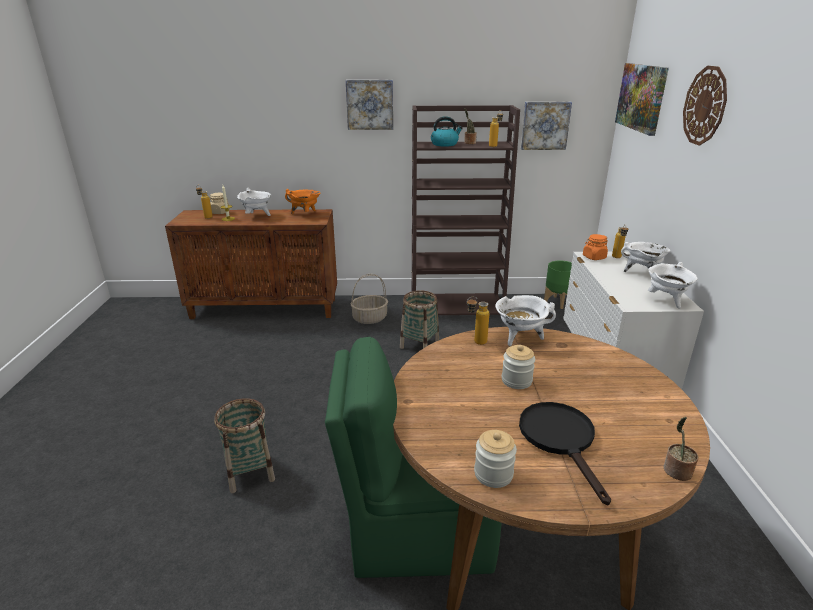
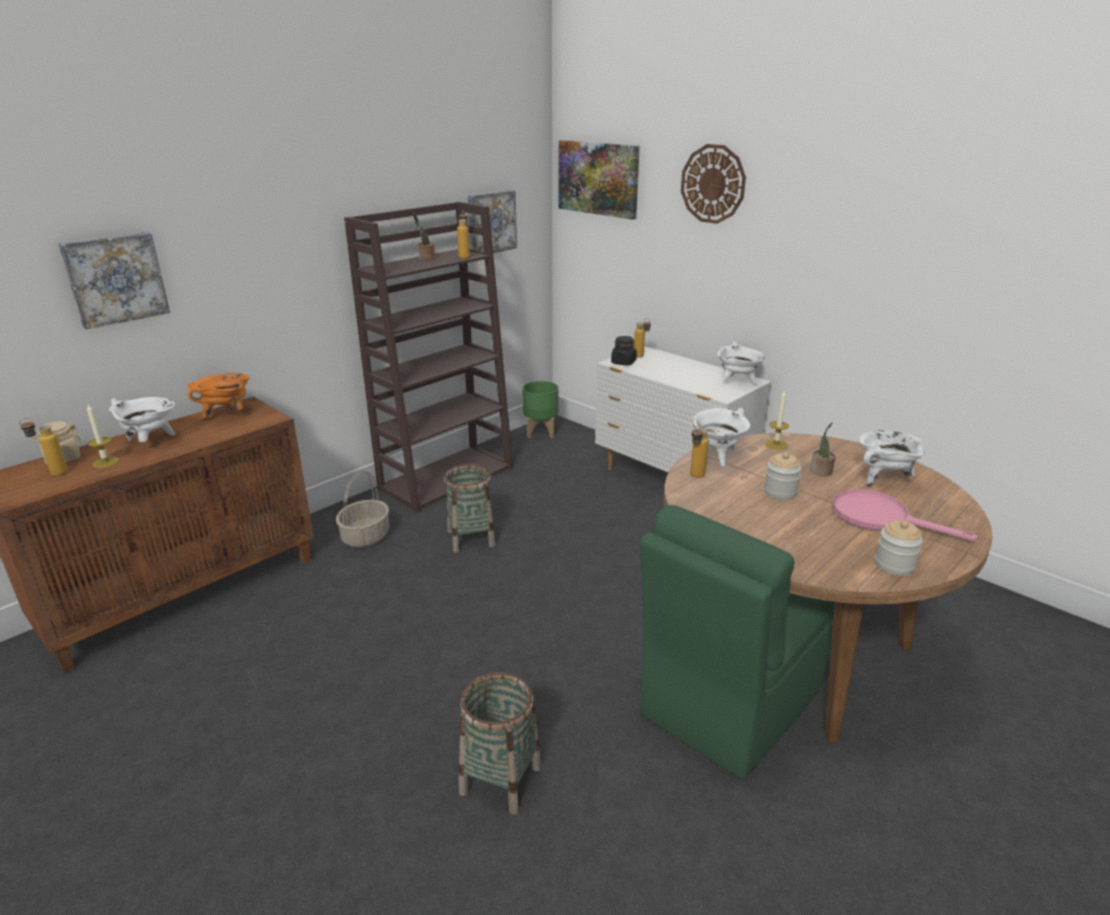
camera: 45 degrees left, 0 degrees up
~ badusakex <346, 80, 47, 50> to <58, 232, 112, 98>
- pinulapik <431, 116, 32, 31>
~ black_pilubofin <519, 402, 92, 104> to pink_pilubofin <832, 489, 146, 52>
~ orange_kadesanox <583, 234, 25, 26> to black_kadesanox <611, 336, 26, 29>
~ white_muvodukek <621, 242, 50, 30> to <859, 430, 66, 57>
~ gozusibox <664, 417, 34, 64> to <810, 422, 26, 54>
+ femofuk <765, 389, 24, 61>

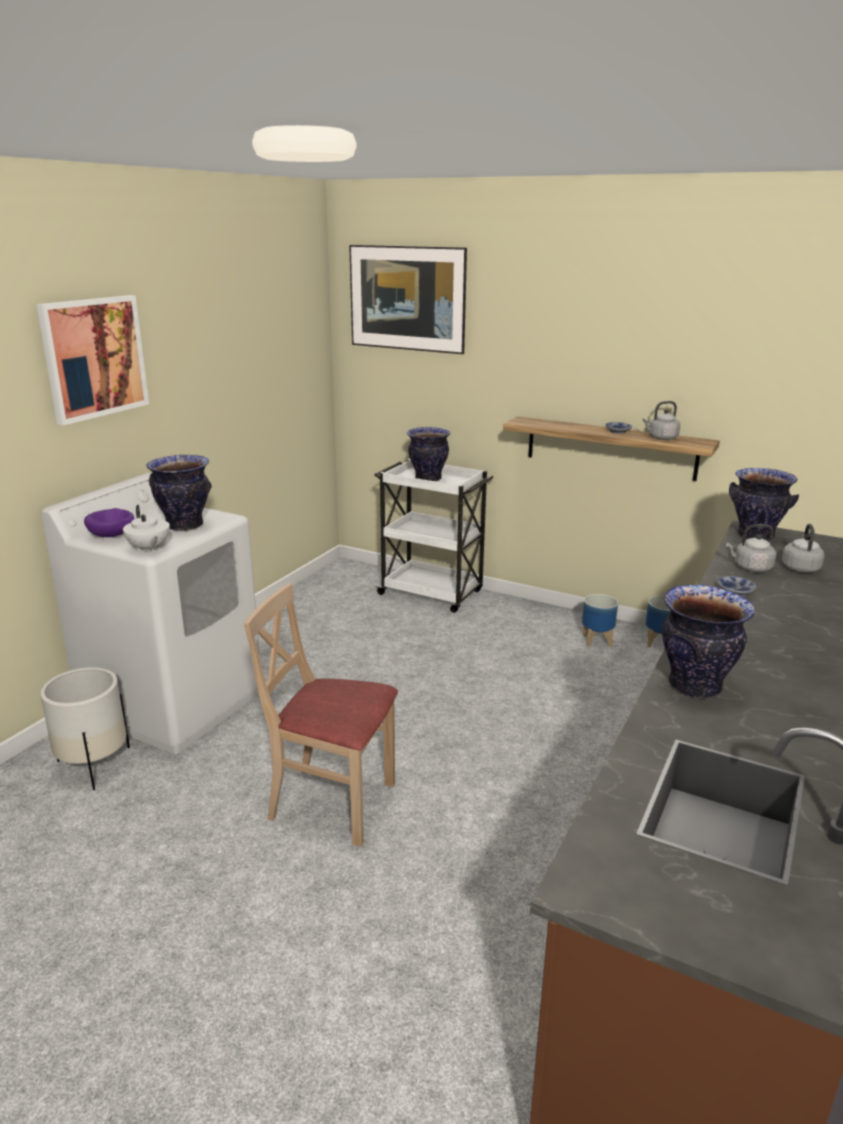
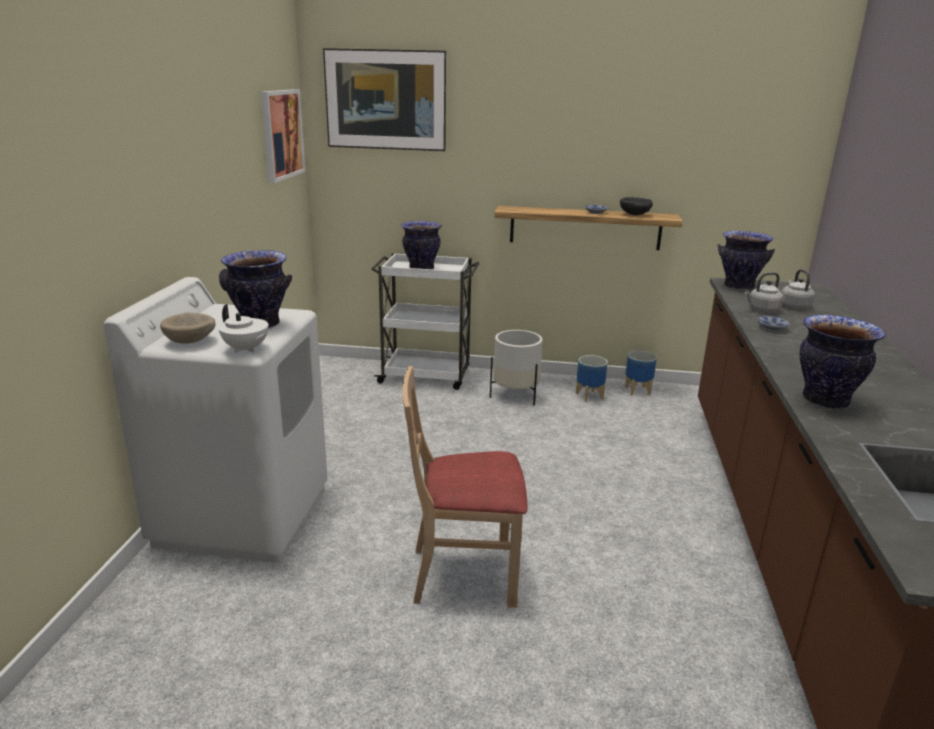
camera: 20 degrees left, 0 degrees up
~ badusakex <36, 295, 113, 130> to <261, 89, 44, 94>
~ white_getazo <40, 667, 90, 123> to <490, 330, 53, 75>
~ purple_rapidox <84, 508, 51, 29> to beige_rapidox <160, 312, 56, 32>
~ grey_pinulapik <642, 401, 38, 39> to black_rapidox <620, 197, 33, 18>

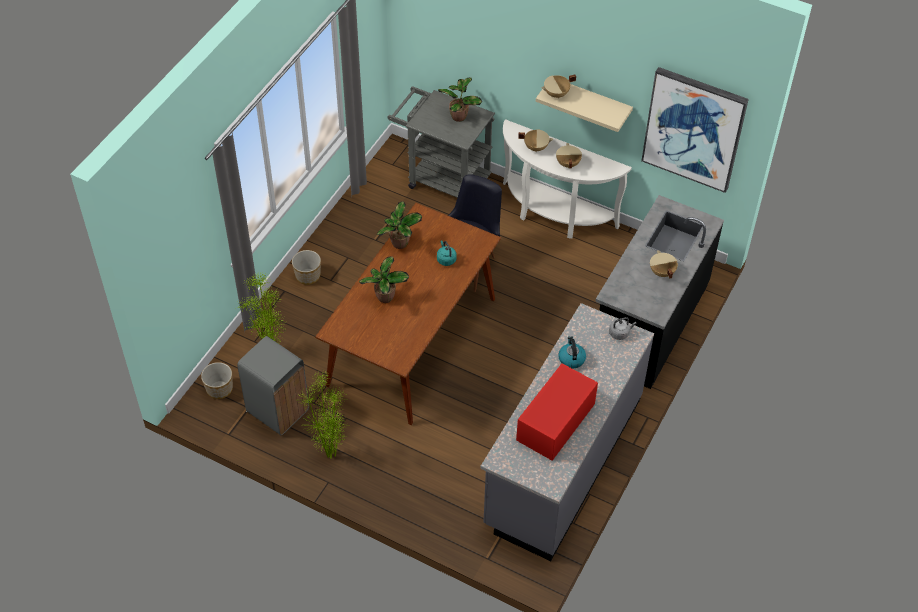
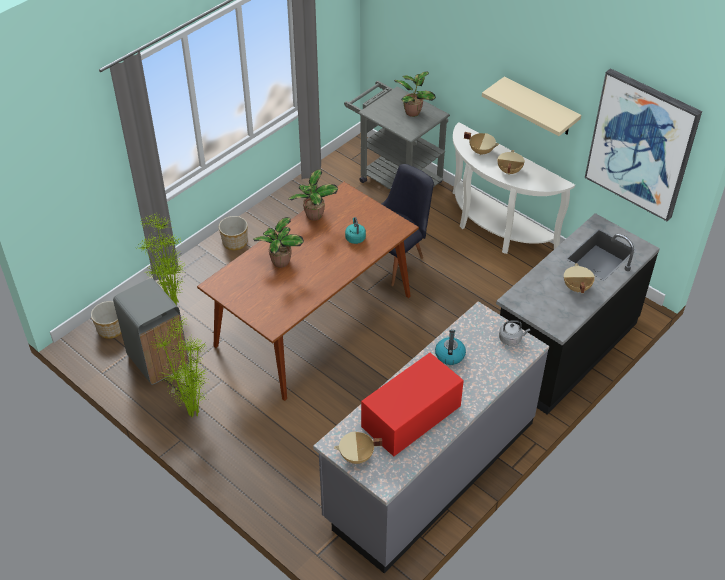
camera: 15 degrees right, 5 degrees down
~ beige_muvodukek <541, 75, 35, 24> to <334, 431, 48, 33>

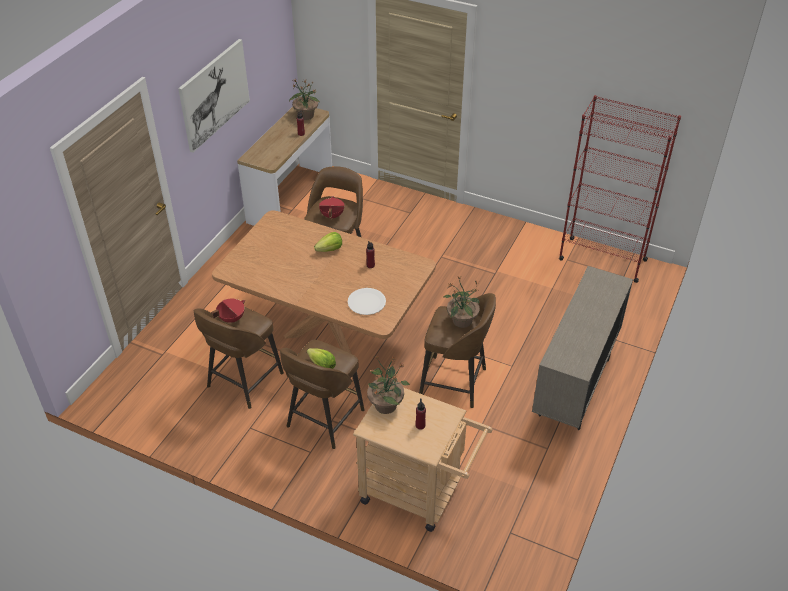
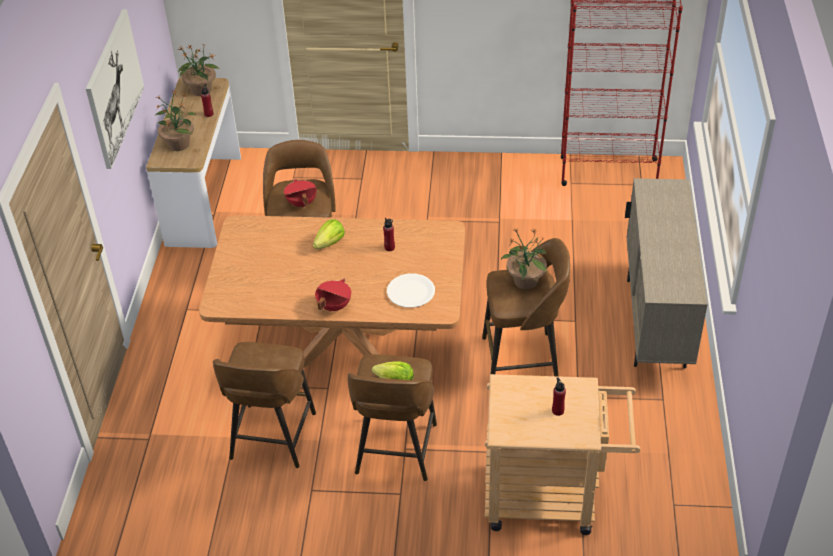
camera: 20 degrees left, 0 degrees up
~ red_muvodukek <211, 299, 34, 24> to <315, 279, 36, 33>
~ gozusibox <367, 356, 43, 58> to <156, 90, 41, 61>

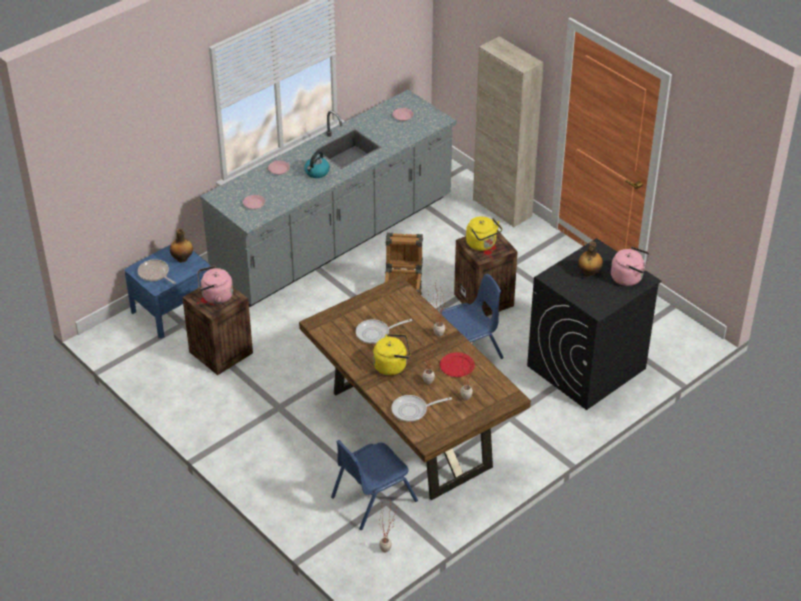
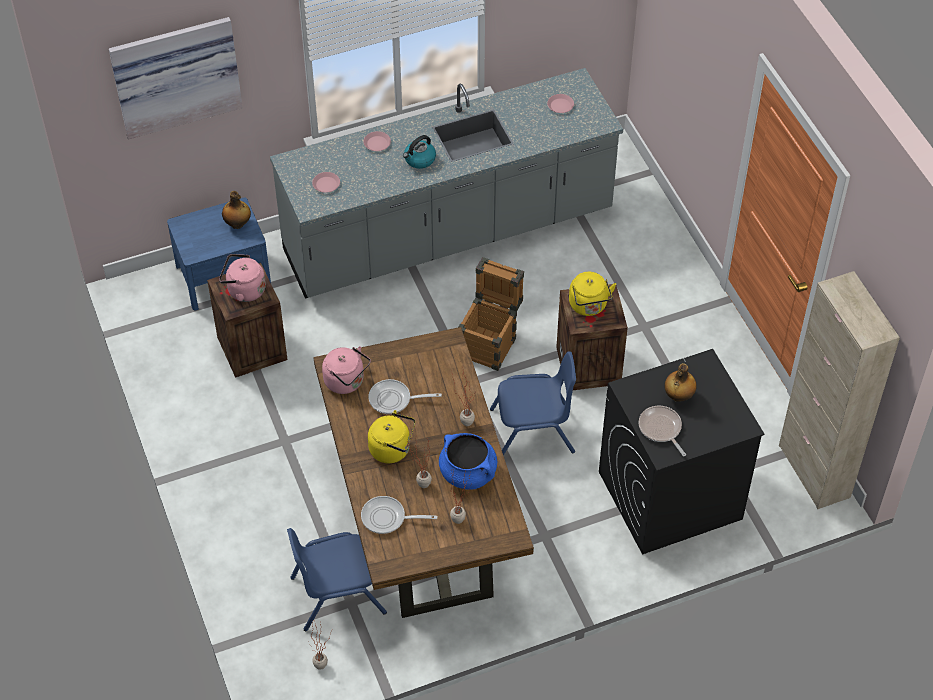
camera: 20 degrees right, 10 degrees up
~ pilubofin <138, 259, 38, 25> to <639, 406, 47, 50>
~ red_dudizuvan <440, 352, 35, 25> to blue_muvodukek <439, 433, 58, 57>
~ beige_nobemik <473, 36, 71, 192> to <779, 271, 121, 238>
~ pink_pinulapik <611, 247, 38, 39> to <322, 346, 49, 48>
+ badusakex <109, 17, 134, 122>

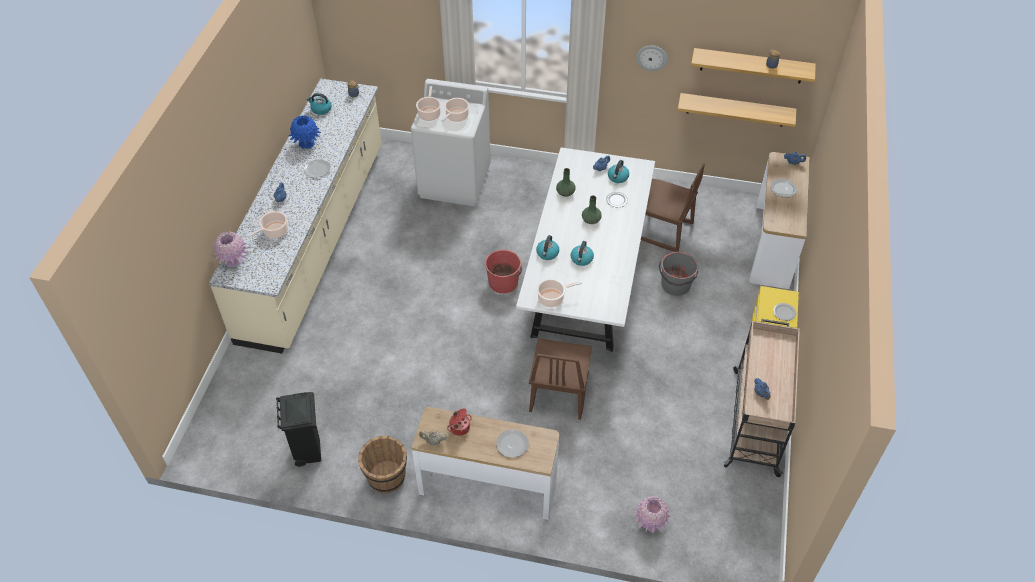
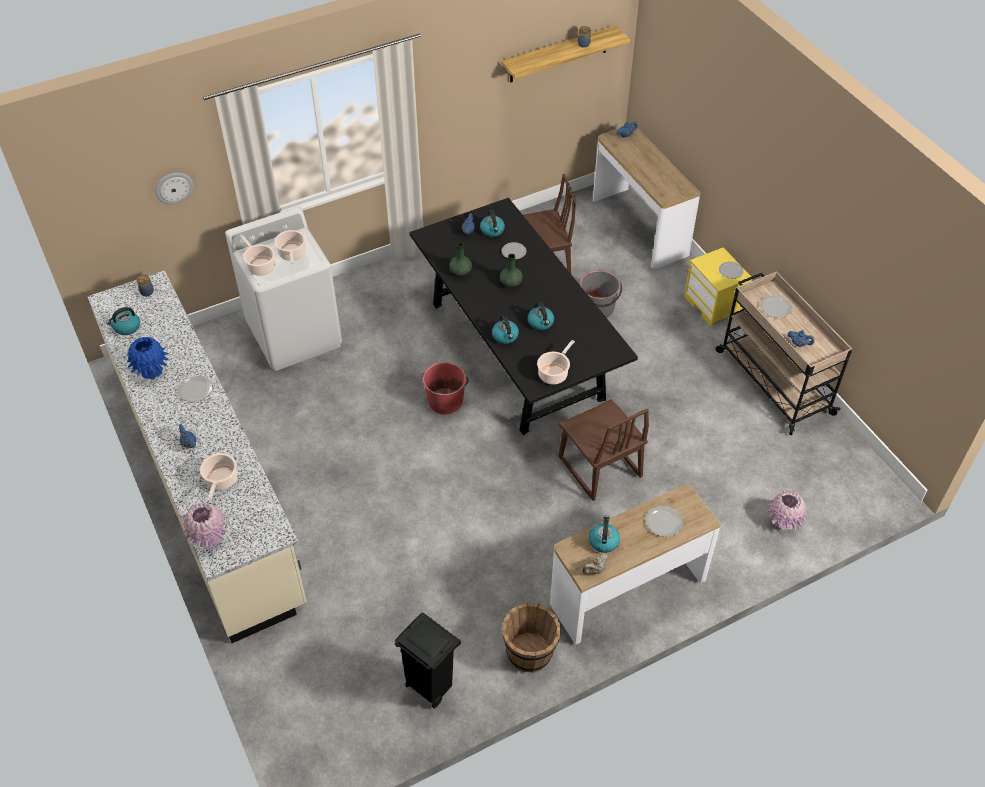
camera: 40 degrees left, 0 degrees up
~ muvodukek <447, 408, 25, 28> to pinulapik <589, 515, 31, 38>
~ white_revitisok <516, 147, 139, 205> to black_revitisok <410, 198, 228, 237>
~ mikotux <636, 46, 32, 25> to <155, 173, 39, 32>
- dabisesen <677, 93, 120, 34>
~ dudizuvan <770, 179, 27, 18> to <760, 295, 32, 23>

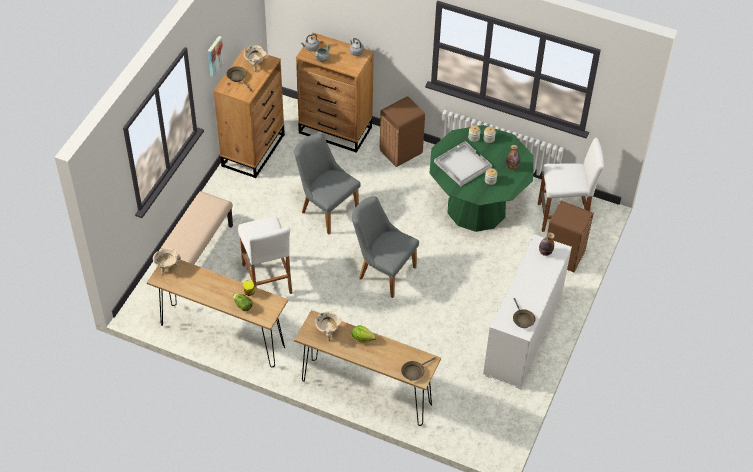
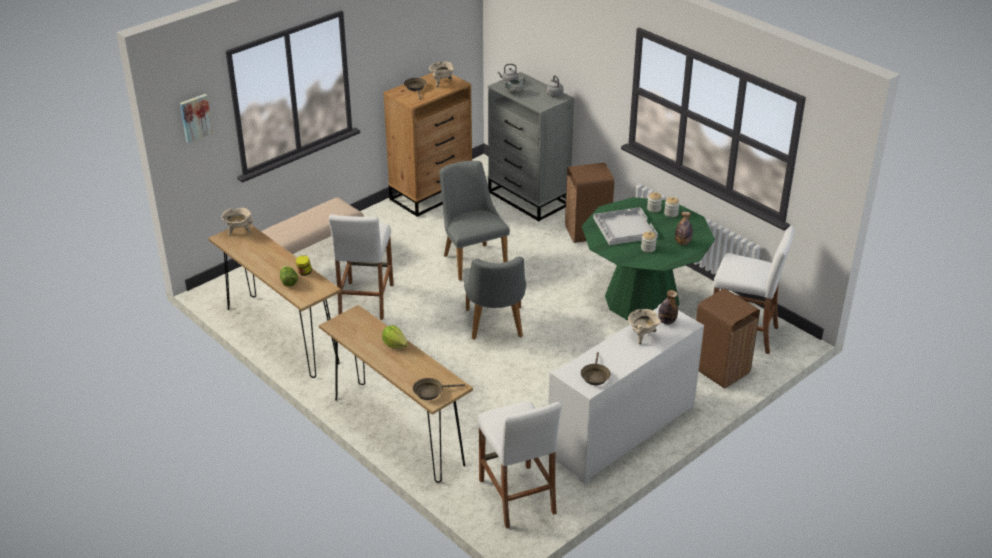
camera: 25 degrees right, 15 degrees down
~ badusakex <208, 36, 16, 41> to <180, 94, 33, 49>
~ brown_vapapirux <296, 33, 78, 120> to grey_vapapirux <488, 72, 86, 150>
~ beige_muvodukek <315, 311, 26, 30> to <628, 309, 33, 36>
~ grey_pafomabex <352, 196, 67, 102> = <463, 256, 63, 84> 150 degrees counterclockwise
+ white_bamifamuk <477, 402, 85, 127>

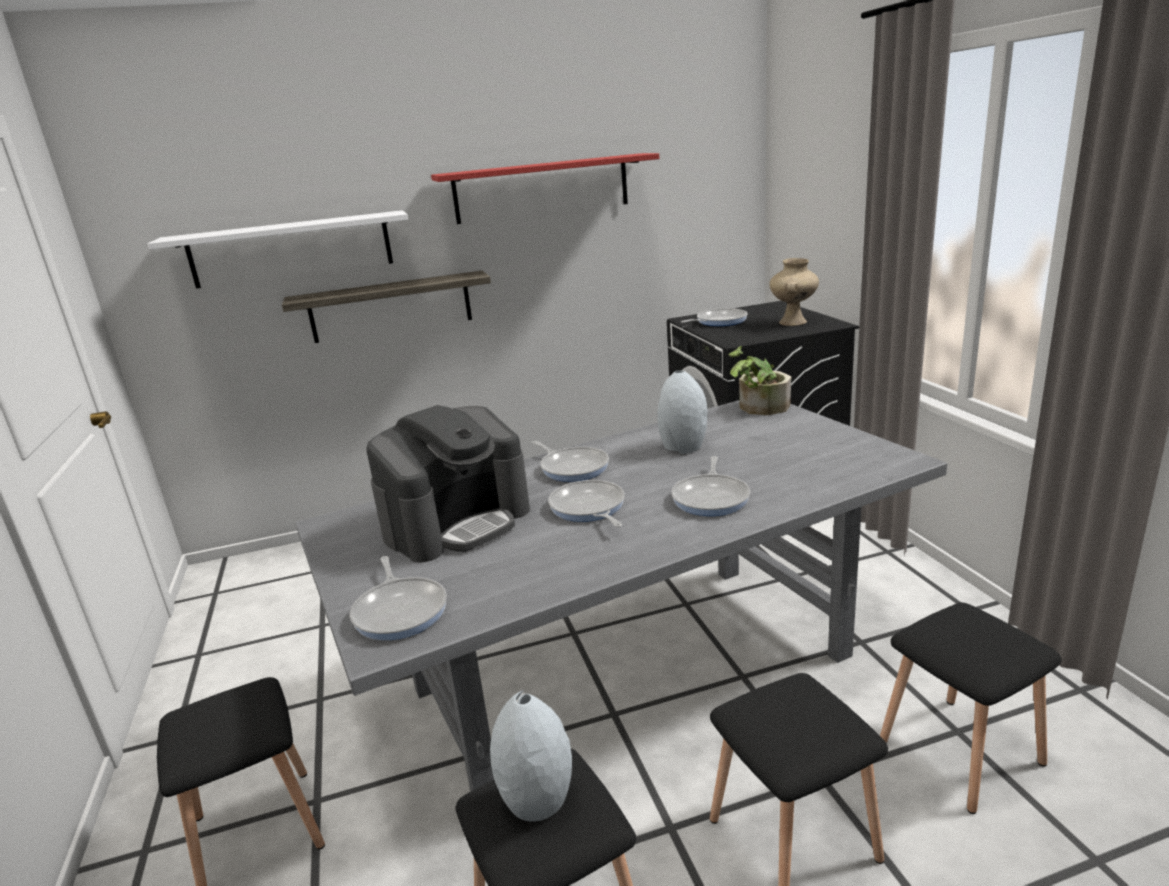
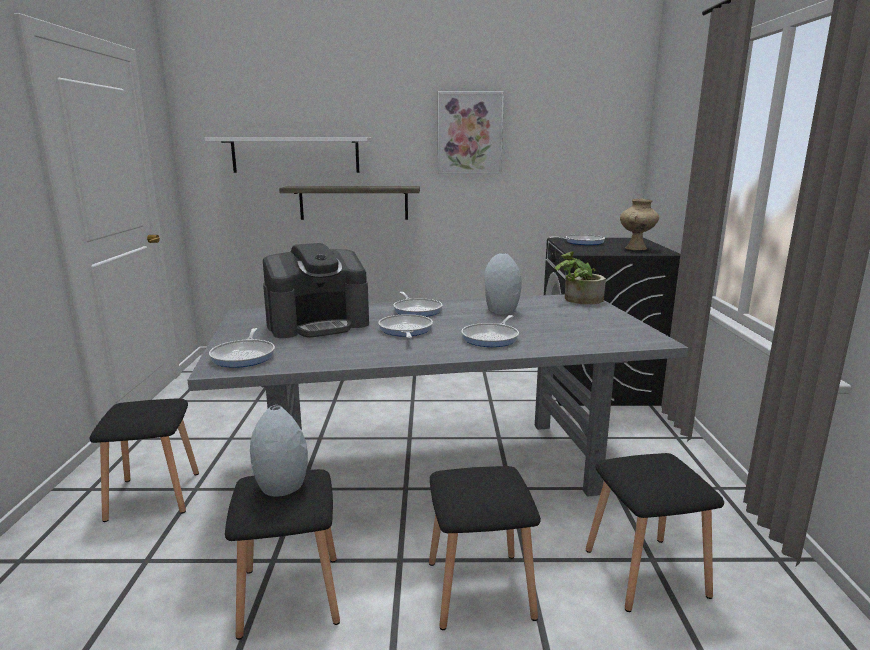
camera: 15 degrees right, 5 degrees down
~ red_dabisesen <431, 153, 228, 71> to badusakex <438, 91, 66, 83>

